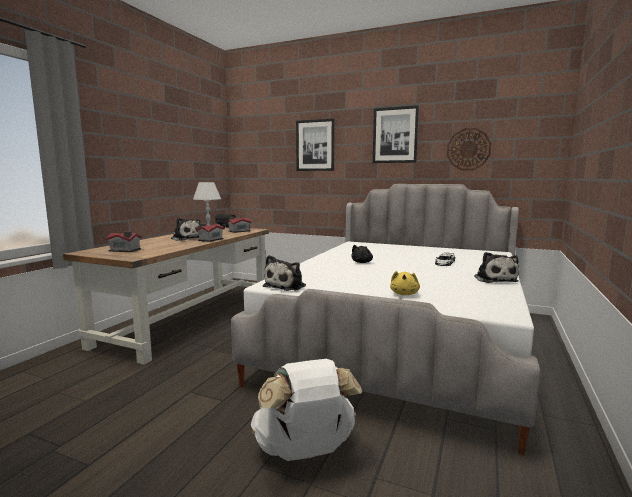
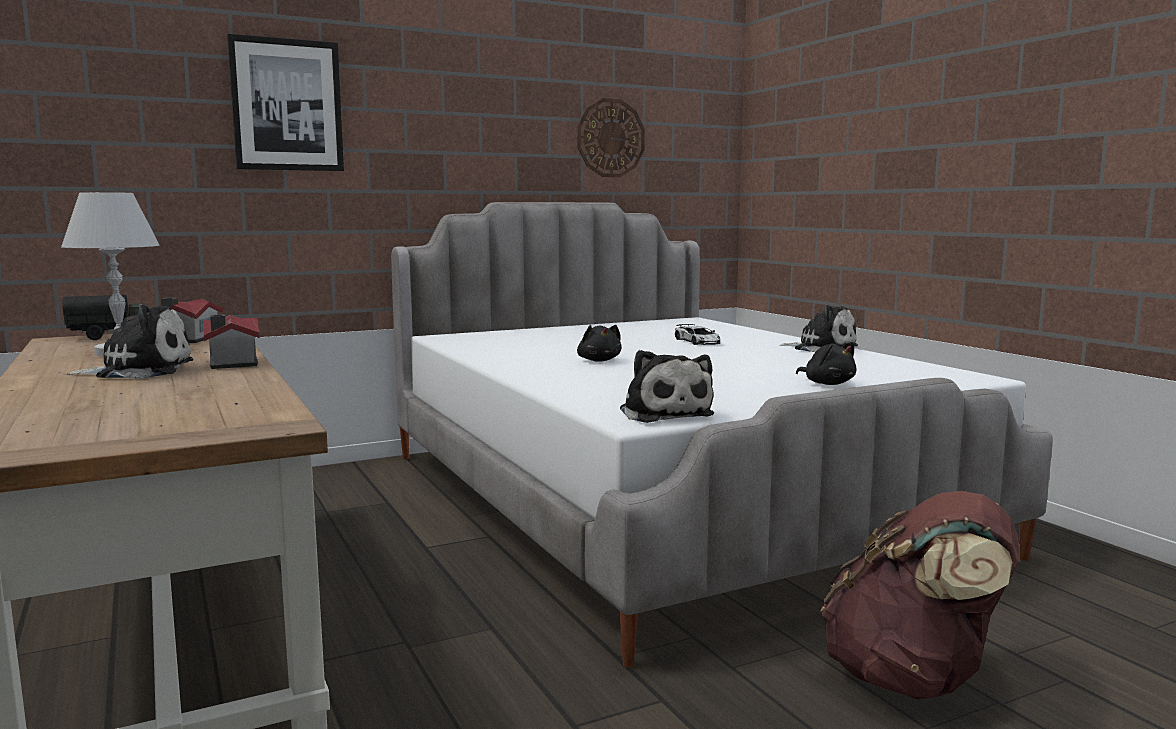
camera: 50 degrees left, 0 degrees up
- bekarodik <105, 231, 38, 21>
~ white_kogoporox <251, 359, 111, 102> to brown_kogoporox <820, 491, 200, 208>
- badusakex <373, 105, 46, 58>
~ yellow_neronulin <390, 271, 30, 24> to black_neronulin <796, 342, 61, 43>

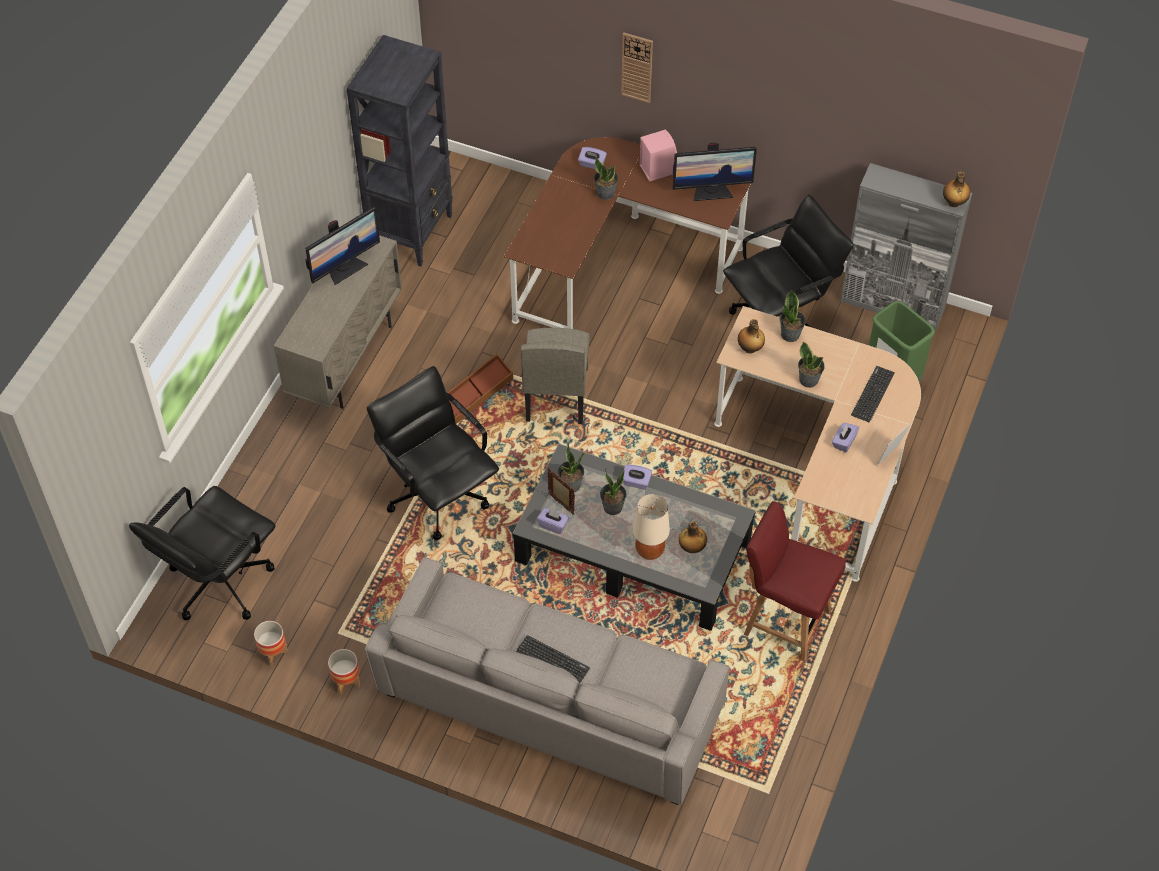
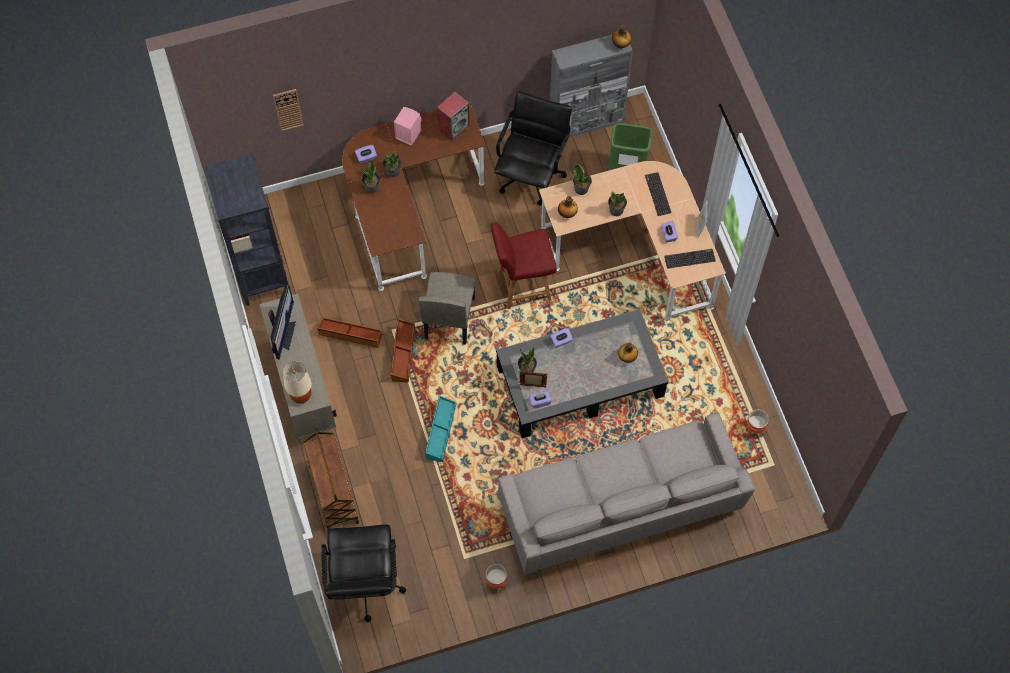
camera: 40 degrees left, 10 degrees up
~ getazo <254, 621, 34, 45> to <746, 410, 23, 27>
~ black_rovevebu <367, 366, 132, 174> to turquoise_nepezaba <425, 395, 31, 67>
~ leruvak <516, 635, 74, 48> to <664, 249, 52, 20>
~ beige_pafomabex <521, 328, 69, 96> = <418, 272, 58, 72> 45 degrees clockwise
~ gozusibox <600, 467, 27, 48> to <360, 160, 20, 33>
~ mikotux <621, 32, 32, 71> to <273, 89, 31, 42>
~ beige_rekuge <633, 494, 37, 66> to <283, 361, 29, 42>
~ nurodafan <673, 143, 84, 58> to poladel <437, 92, 33, 49>
~ red_pafomabex <744, 501, 102, 161> to <491, 222, 66, 87>
+ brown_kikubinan <303, 428, 56, 102>
+ brown_nepezaba <317, 317, 66, 31>

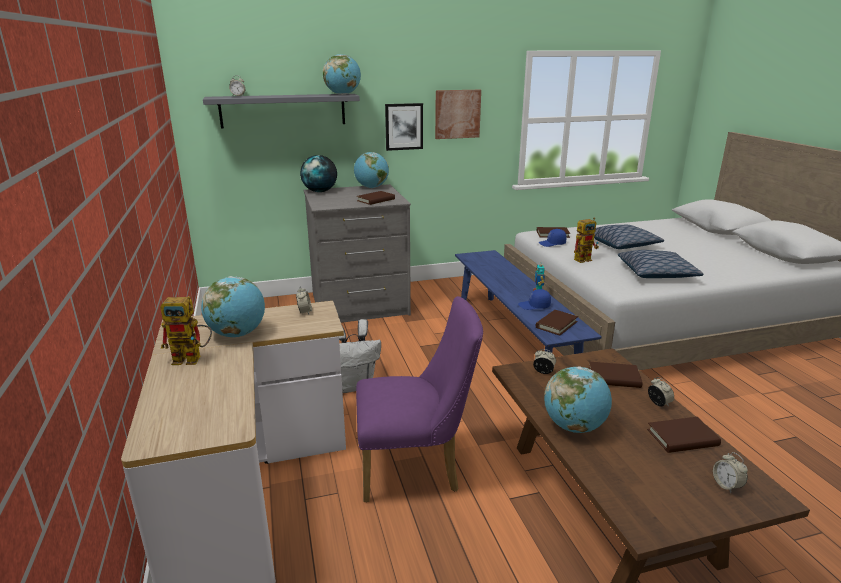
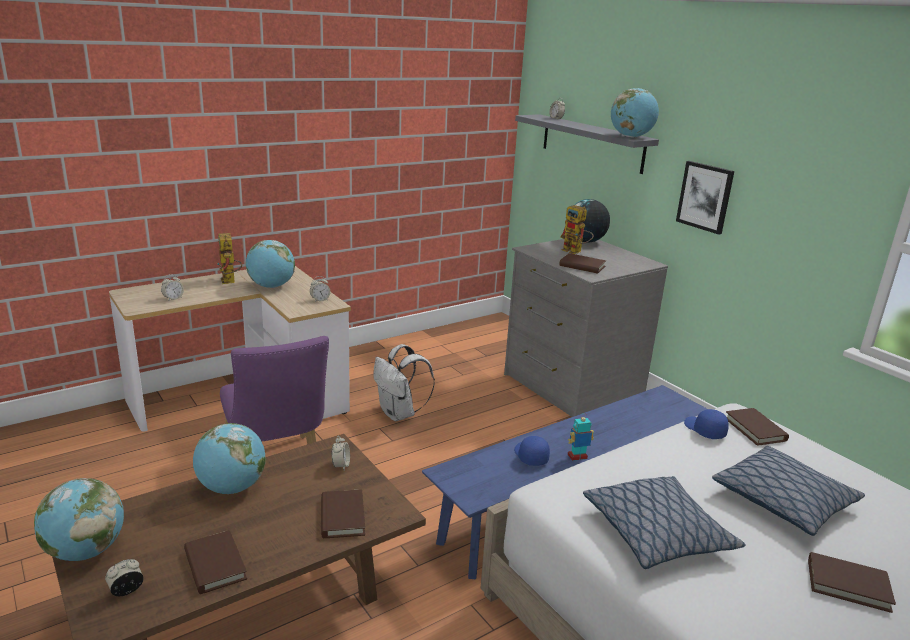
camera: 70 degrees right, 0 degrees up
~ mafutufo <354, 152, 35, 36> to <34, 478, 90, 83>
- badusakex <435, 90, 46, 49>
~ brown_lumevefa <535, 310, 43, 26> to <808, 552, 88, 61>
~ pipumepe <574, 217, 25, 46> to <560, 205, 33, 49>
~ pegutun <648, 377, 26, 30> to <161, 274, 23, 26>

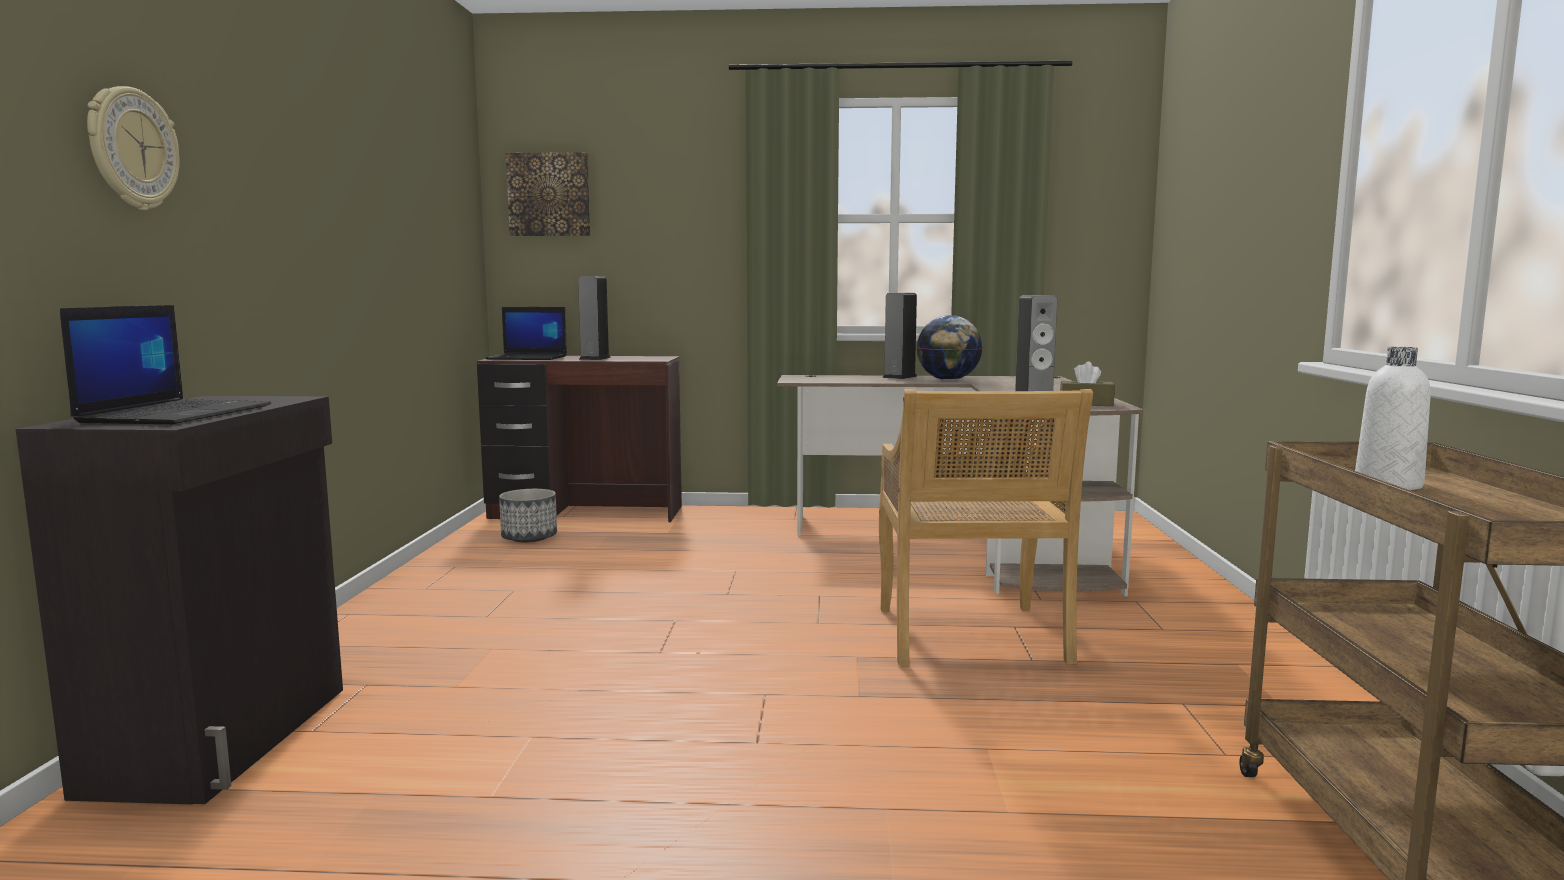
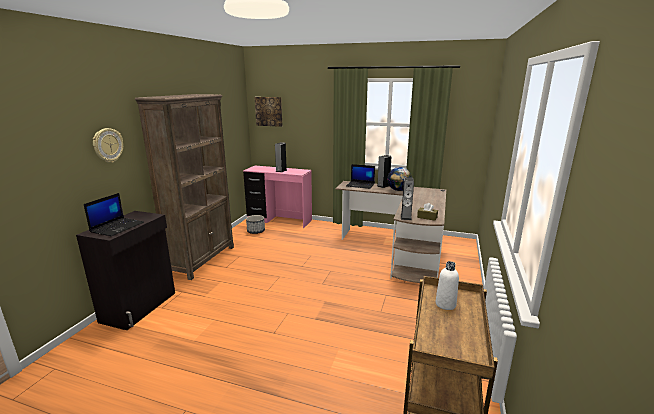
camera: 15 degrees right, 10 degrees up
~ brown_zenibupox <477, 356, 205, 167> to pink_zenibupox <243, 166, 69, 62>
~ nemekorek <486, 307, 81, 53> to <346, 164, 29, 25>
- beige_pafomabex <879, 389, 214, 276>
+ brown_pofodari <135, 94, 99, 186>

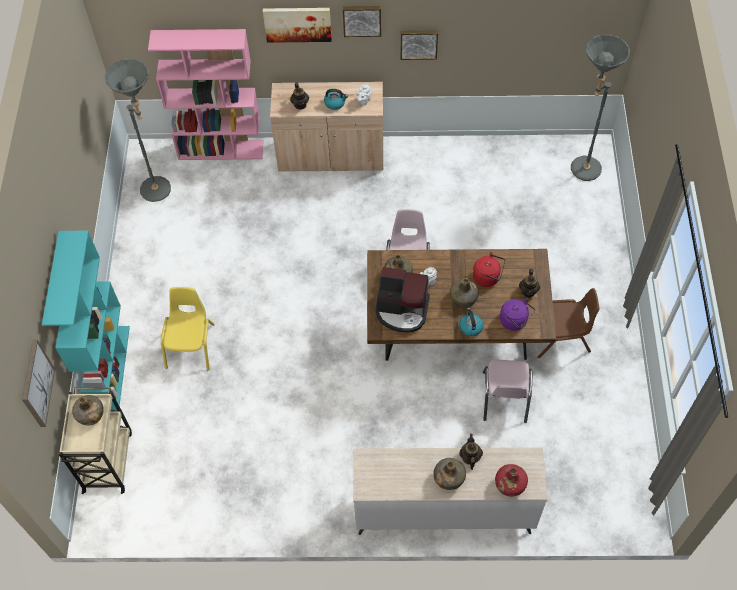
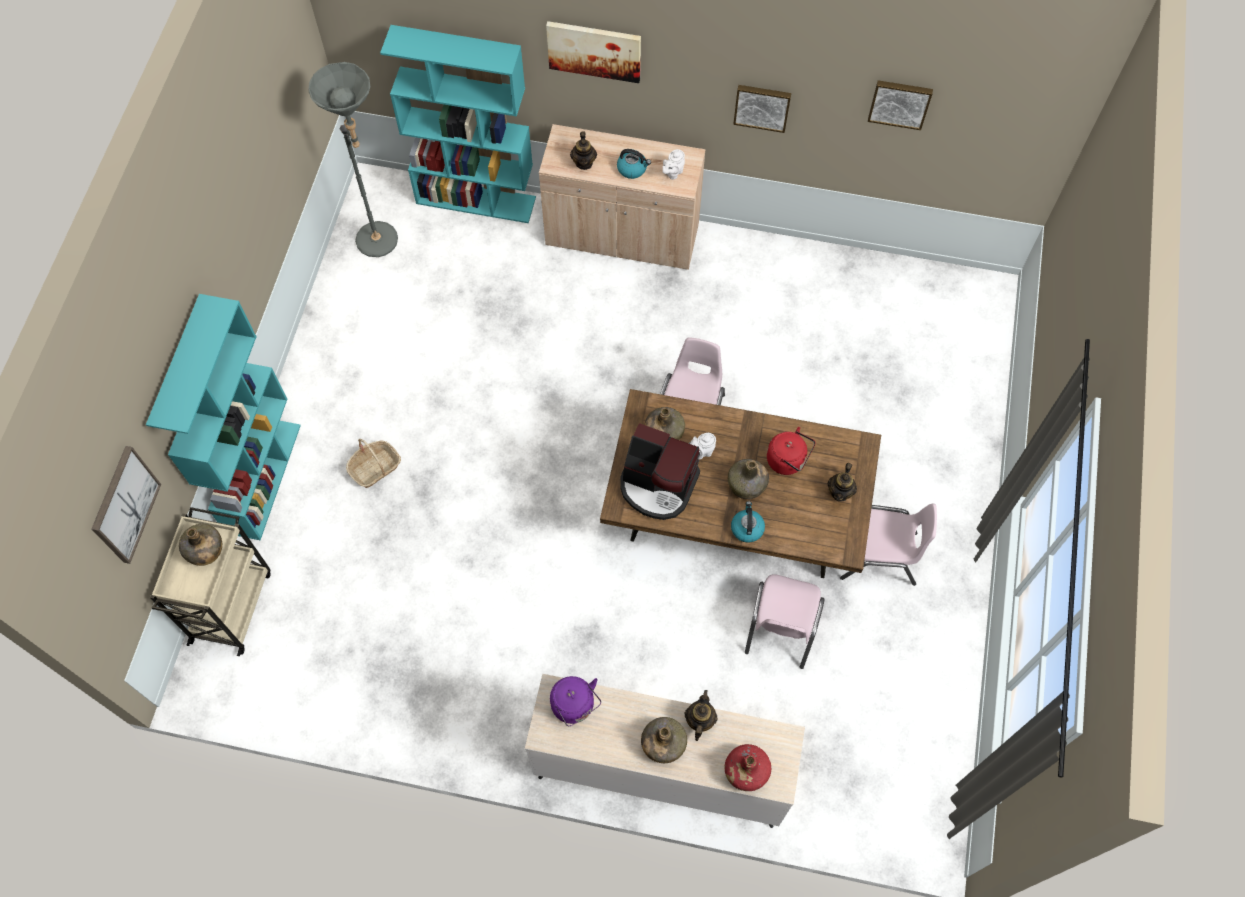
camera: 10 degrees right, 5 degrees up
~ pink_pofodari <148, 29, 115, 131> to turquoise_pofodari <380, 25, 156, 198>
~ yellow_pafomabex <161, 287, 54, 83> to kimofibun <346, 439, 55, 49>
~ badusakex <343, 6, 38, 31> to <868, 80, 65, 50>
~ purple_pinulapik <500, 298, 35, 33> to <550, 676, 51, 50>
~ brown_pafomabex <538, 288, 62, 70> to pink_pafomabex <840, 504, 97, 82>
- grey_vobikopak <571, 35, 59, 146>

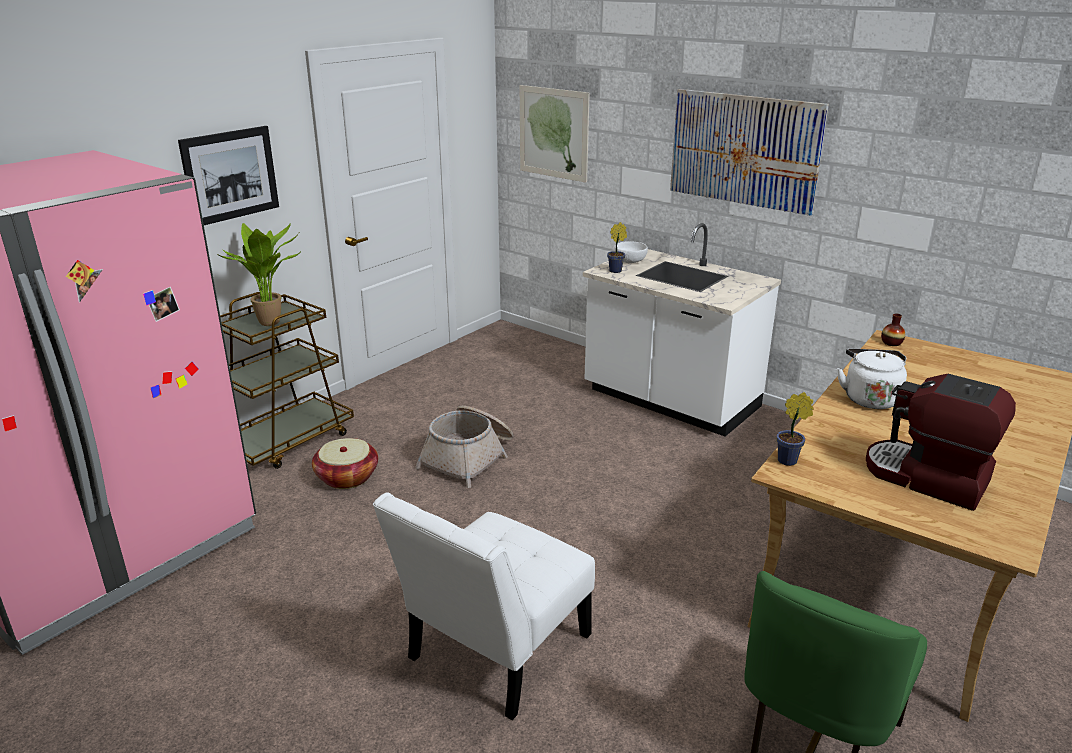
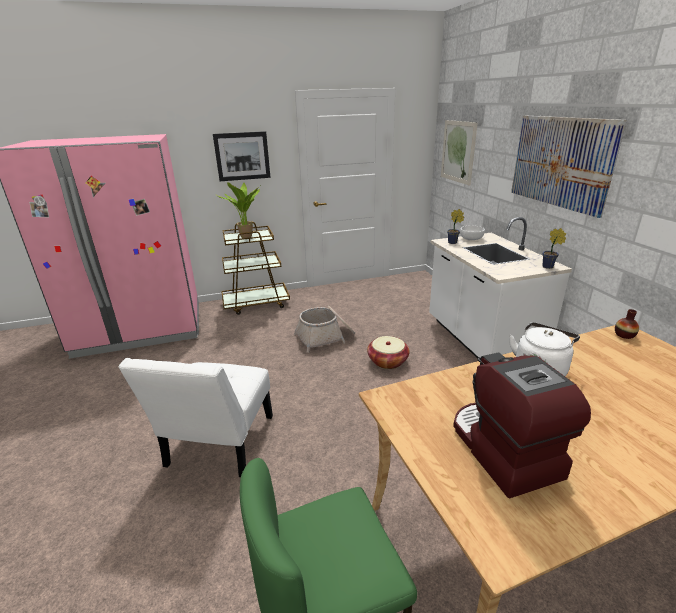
camera: 35 degrees right, 0 degrees up
~ kimofibun <312, 438, 66, 51> to <367, 336, 43, 33>
~ white_pafomabex <373, 492, 222, 228> = <119, 358, 154, 119> 60 degrees counterclockwise
~ gozusibox <776, 392, 37, 74> to <542, 228, 24, 41>

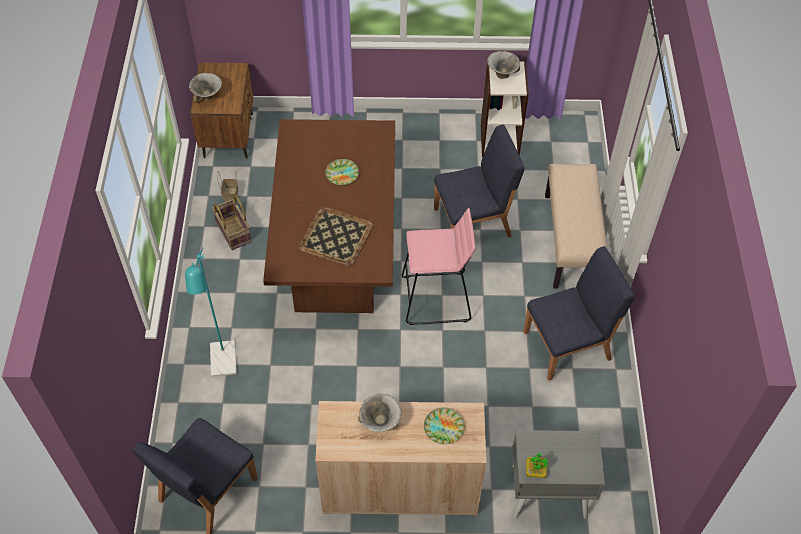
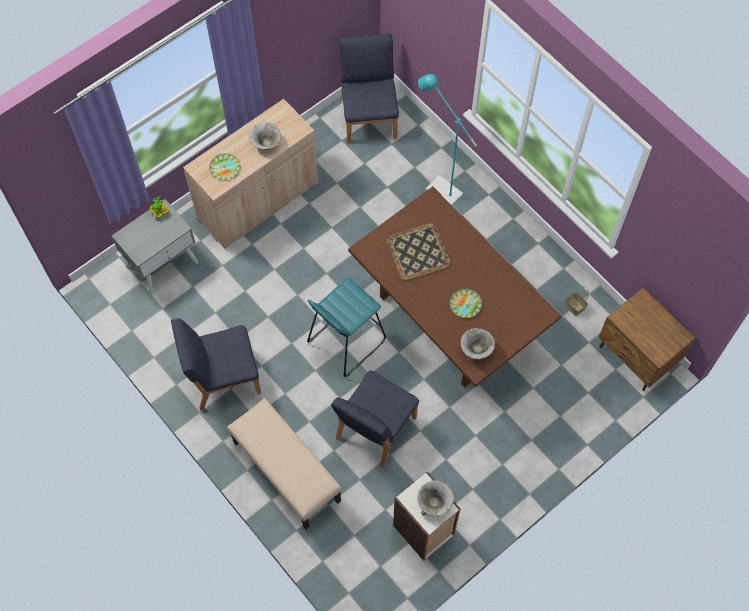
camera: 140 degrees right, 10 degrees up
~ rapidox <189, 73, 33, 30> to <461, 328, 34, 31>
- kimofibun <212, 195, 39, 55>
~ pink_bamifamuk <402, 208, 73, 117> to turquoise_bamifamuk <307, 277, 79, 100>
~ blue_pafomabex <523, 246, 112, 135> = <171, 318, 90, 92> 45 degrees clockwise

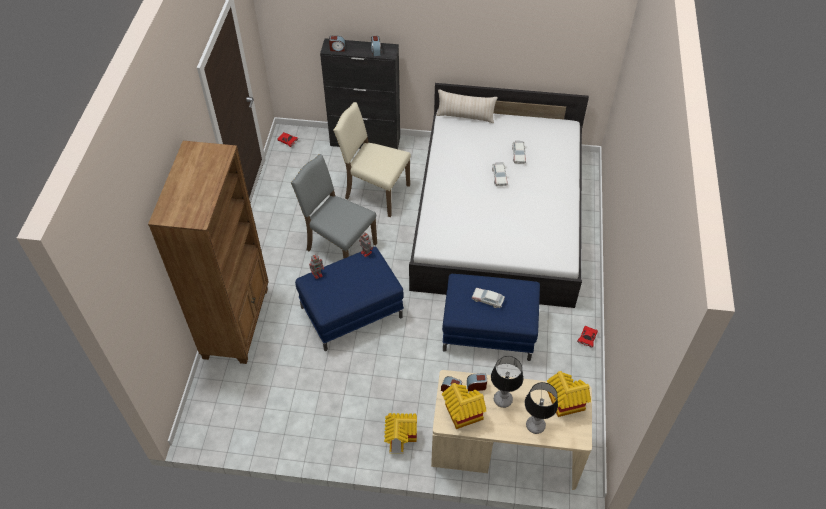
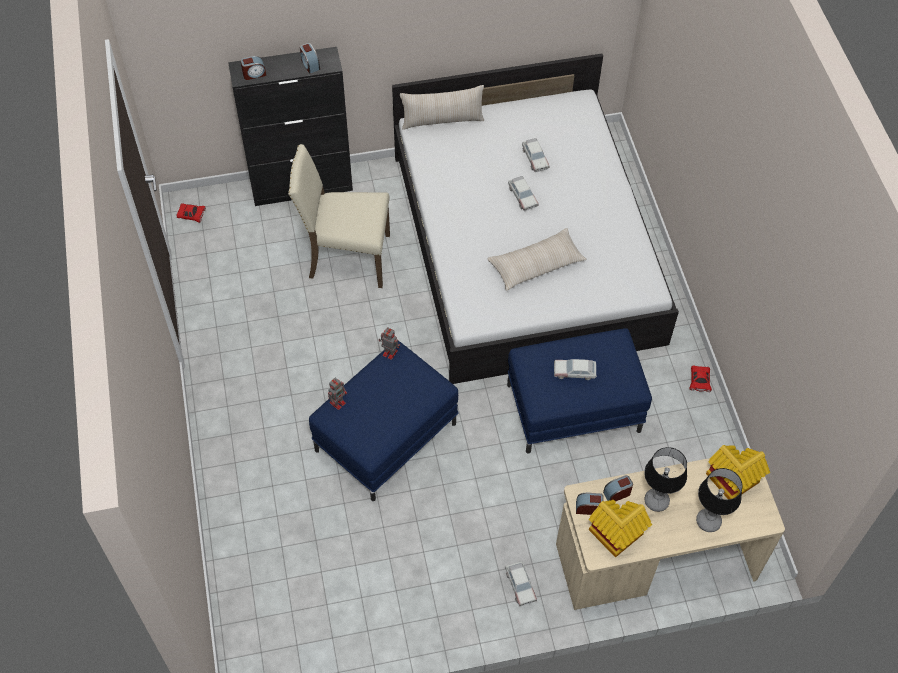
camera: 20 degrees left, 5 degrees up
- brown_pofodari <148, 141, 121, 223>
- grey_pafomabex <291, 154, 86, 105>
~ bekarodik <384, 413, 33, 41> to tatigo <505, 561, 32, 45>
+ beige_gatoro <487, 228, 99, 62>

